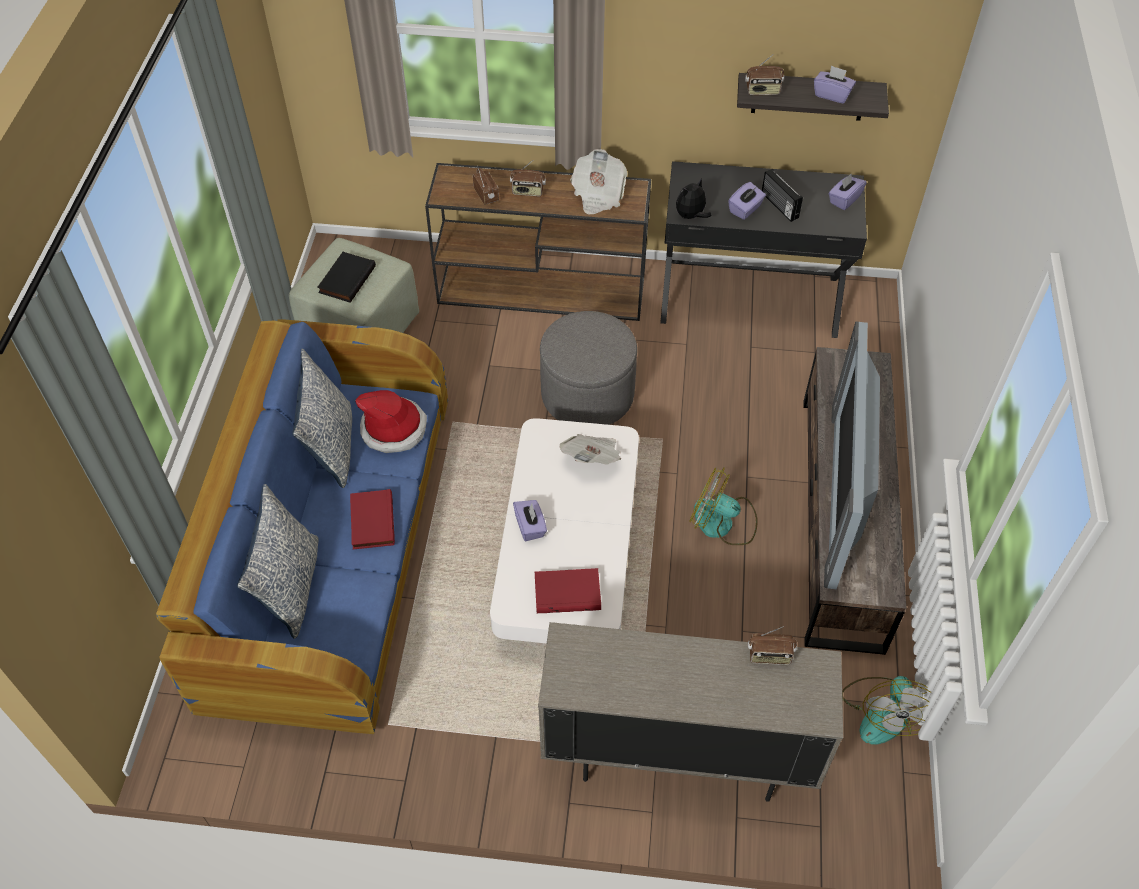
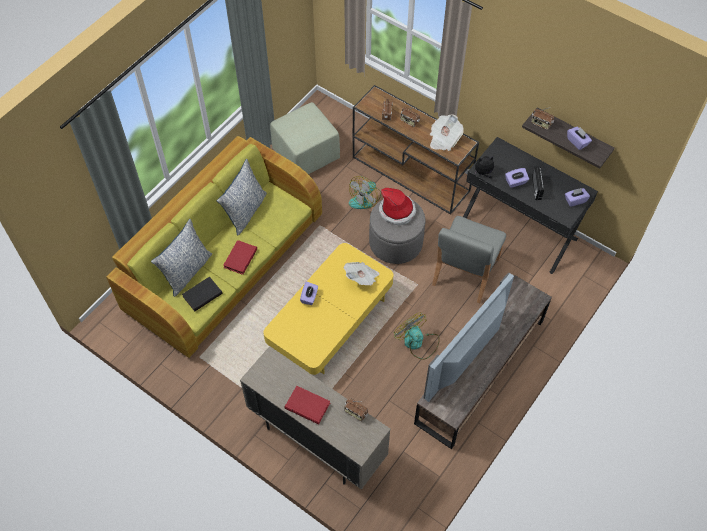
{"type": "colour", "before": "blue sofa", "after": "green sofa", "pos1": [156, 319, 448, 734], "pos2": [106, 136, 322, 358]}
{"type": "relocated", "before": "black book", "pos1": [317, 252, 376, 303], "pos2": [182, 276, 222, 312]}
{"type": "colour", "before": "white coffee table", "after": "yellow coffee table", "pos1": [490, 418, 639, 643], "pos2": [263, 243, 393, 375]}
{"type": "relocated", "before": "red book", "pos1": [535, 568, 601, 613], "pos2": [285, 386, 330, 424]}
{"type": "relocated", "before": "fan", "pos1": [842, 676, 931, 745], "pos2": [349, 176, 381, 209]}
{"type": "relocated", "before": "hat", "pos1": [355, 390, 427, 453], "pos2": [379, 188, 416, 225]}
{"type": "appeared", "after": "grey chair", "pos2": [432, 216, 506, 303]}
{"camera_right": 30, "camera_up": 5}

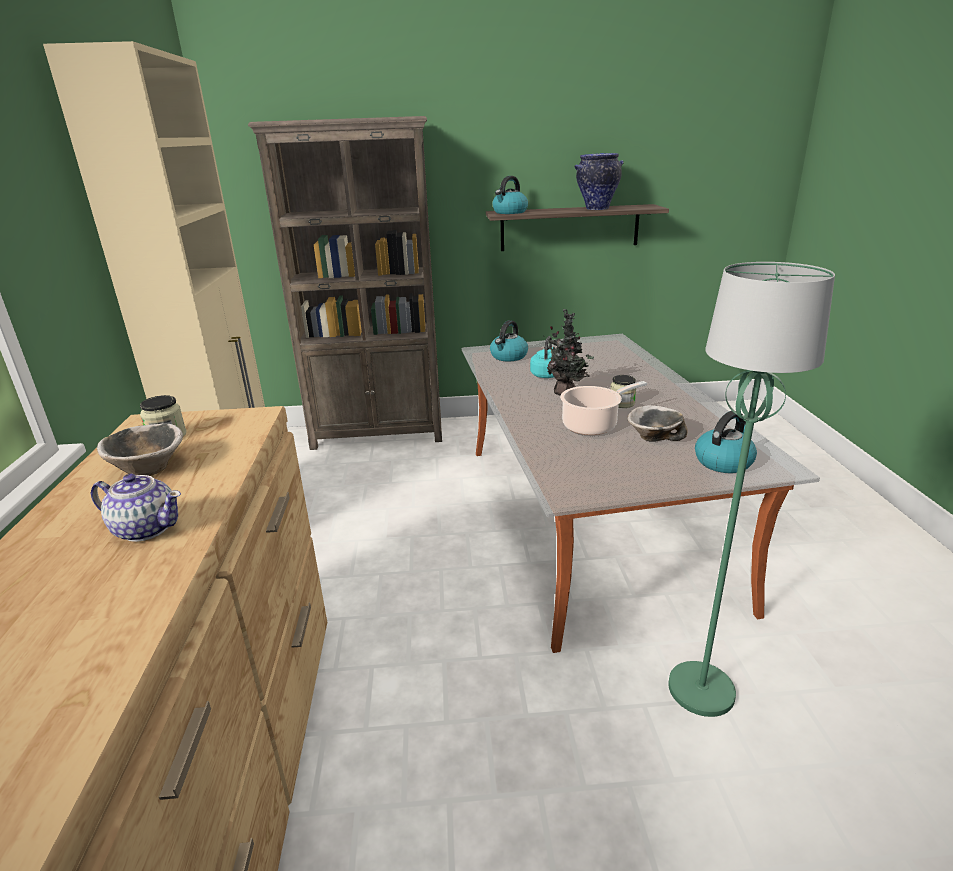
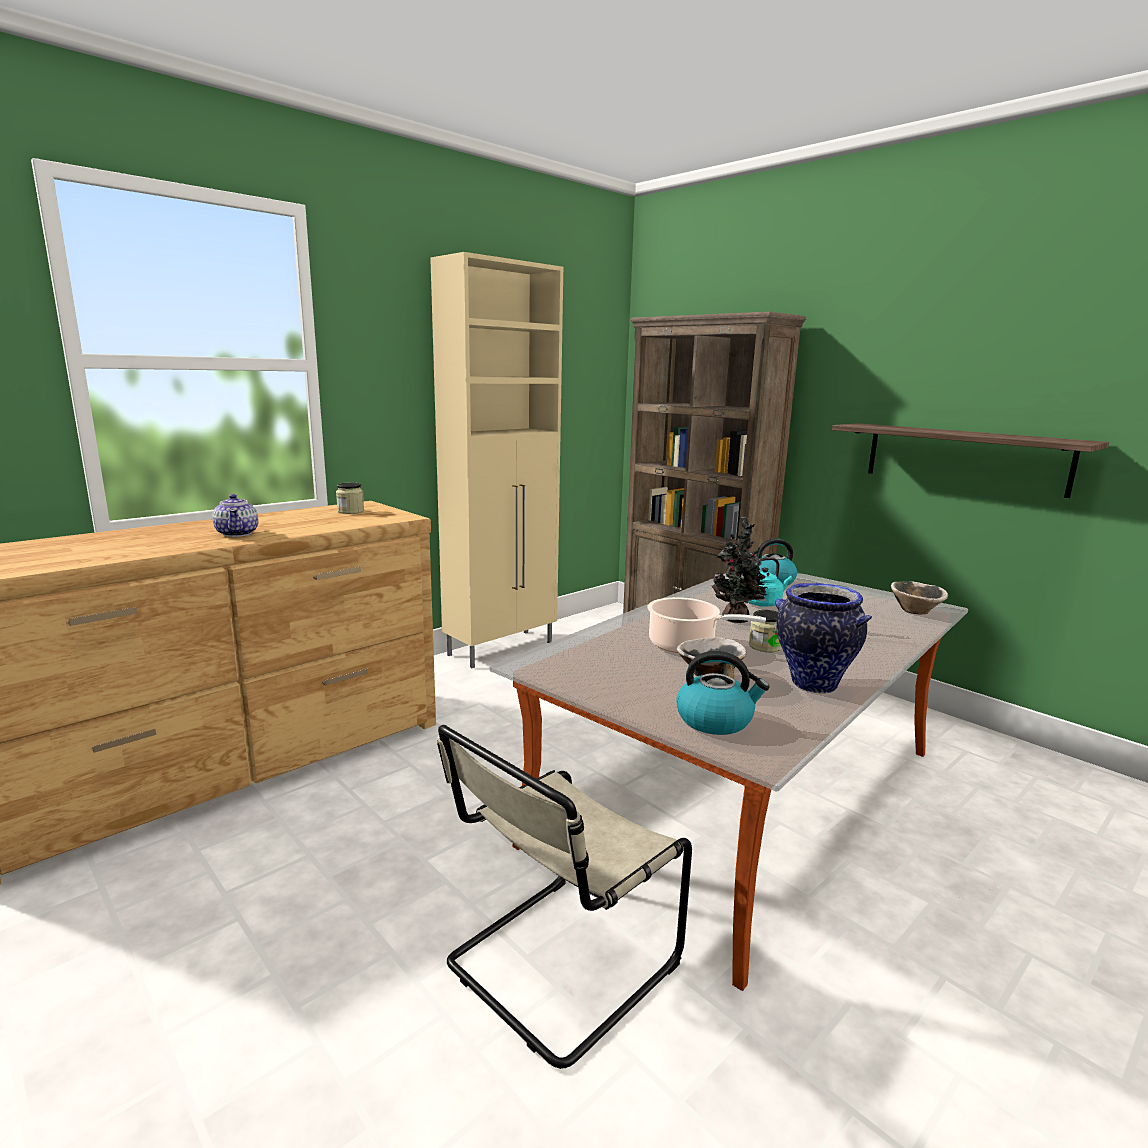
{"type": "exchanged", "before": "green floor lamp", "after": "beige chair", "pos1": [668, 262, 835, 717], "pos2": [437, 725, 692, 1069]}
{"type": "relocated", "before": "vase", "pos1": [574, 153, 624, 210], "pos2": [775, 583, 872, 693]}
{"type": "relocated", "before": "bowl", "pos1": [97, 423, 183, 476], "pos2": [891, 581, 948, 614]}
{"type": "missing", "before": "kettle", "pos1": [492, 176, 528, 214]}
{"camera_right": 50, "camera_up": -10}

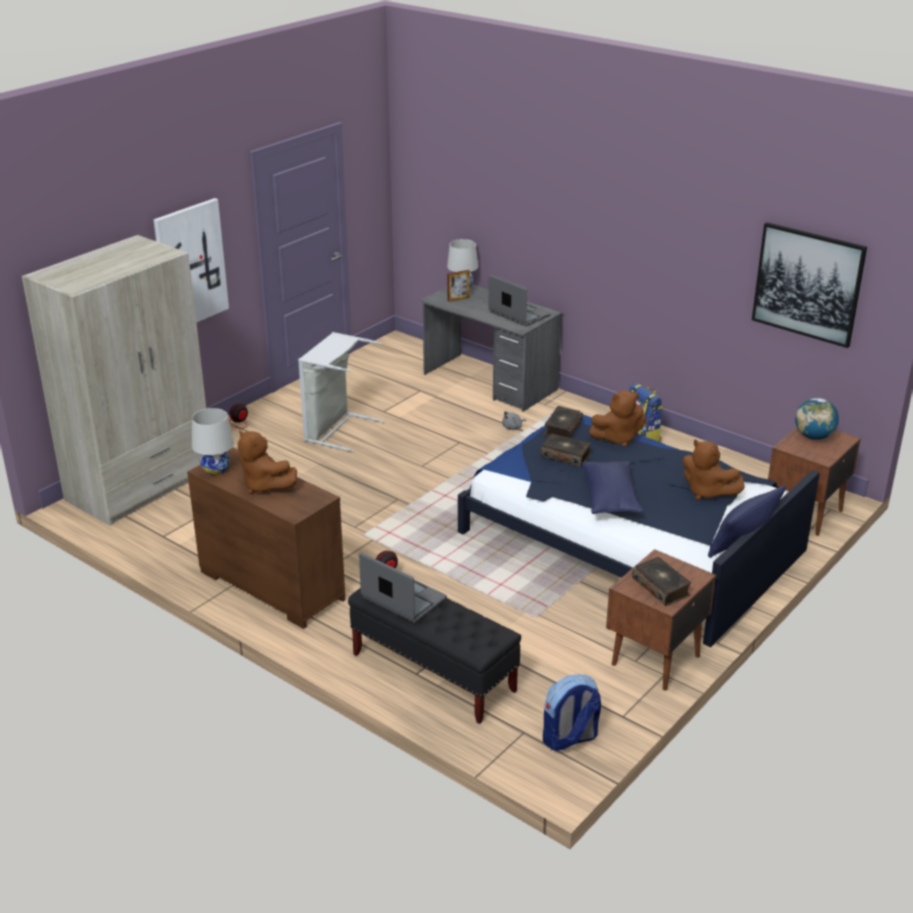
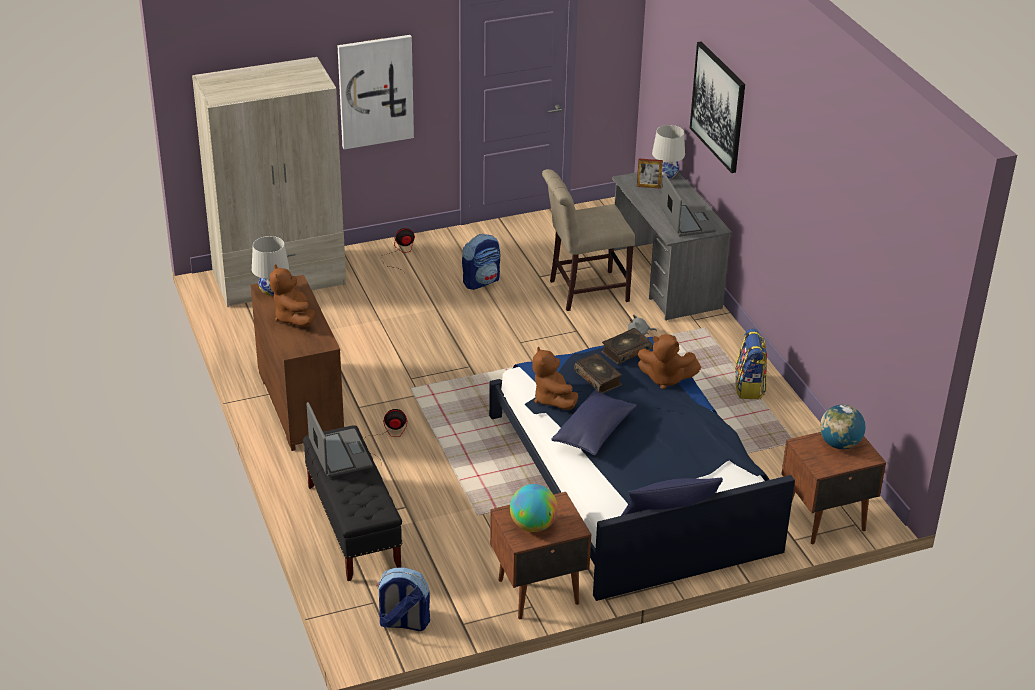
{"type": "exchanged", "before": "grey laundry basket", "after": "backpack", "pos1": [298, 332, 384, 452], "pos2": [462, 234, 500, 290]}
{"type": "exchanged", "before": "book", "after": "globe", "pos1": [632, 557, 691, 606], "pos2": [510, 484, 558, 532]}
{"type": "relocated", "before": "brown plush toy", "pos1": [682, 440, 745, 500], "pos2": [532, 346, 578, 410]}
{"type": "appeared", "after": "beige chair", "pos2": [542, 169, 635, 311]}
{"type": "relocated", "before": "picture", "pos1": [752, 222, 867, 348], "pos2": [690, 41, 745, 173]}
{"camera_right": 30, "camera_up": 5}

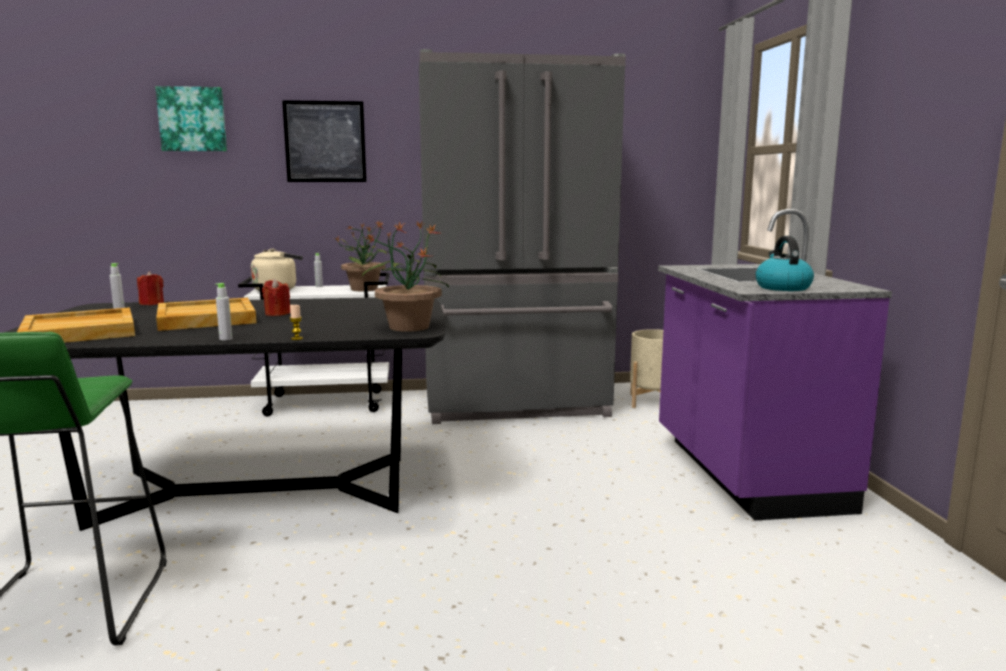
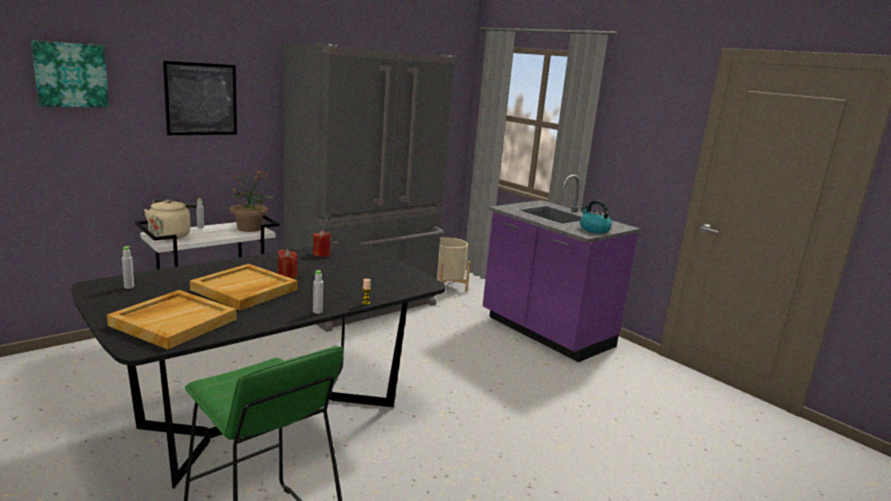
{"type": "relocated", "before": "red candle", "pos1": [137, 271, 164, 305], "pos2": [313, 230, 331, 257]}
{"type": "missing", "before": "potted plant", "pos1": [362, 222, 449, 332]}
{"camera_right": -35, "camera_up": 5}

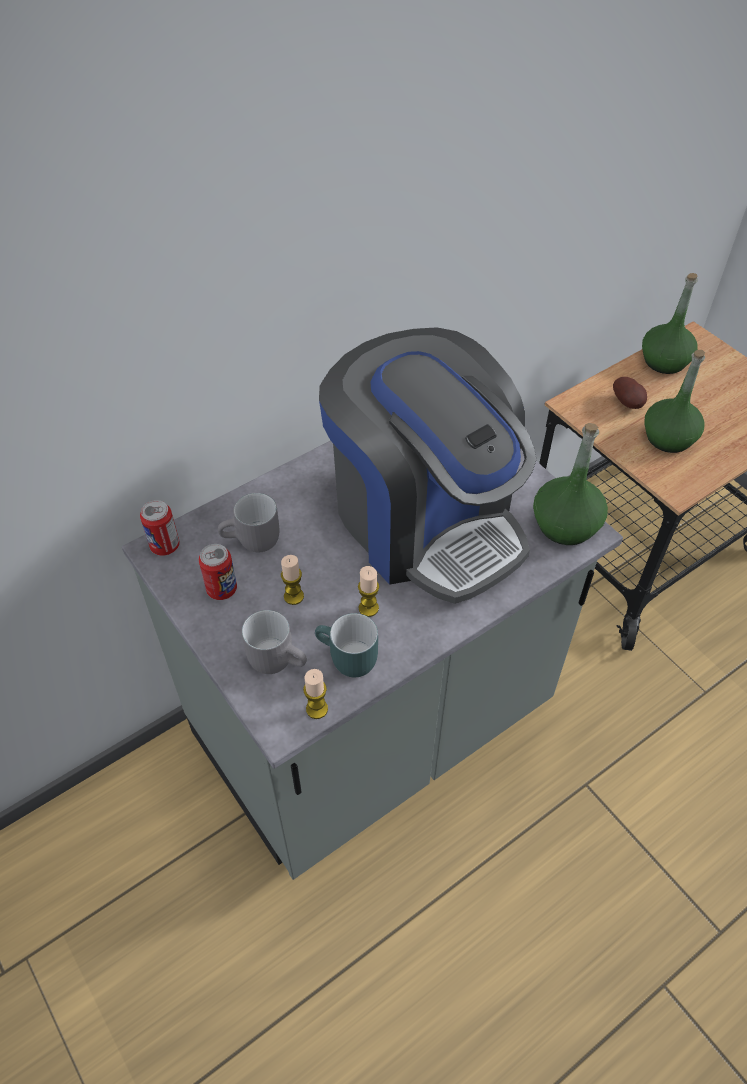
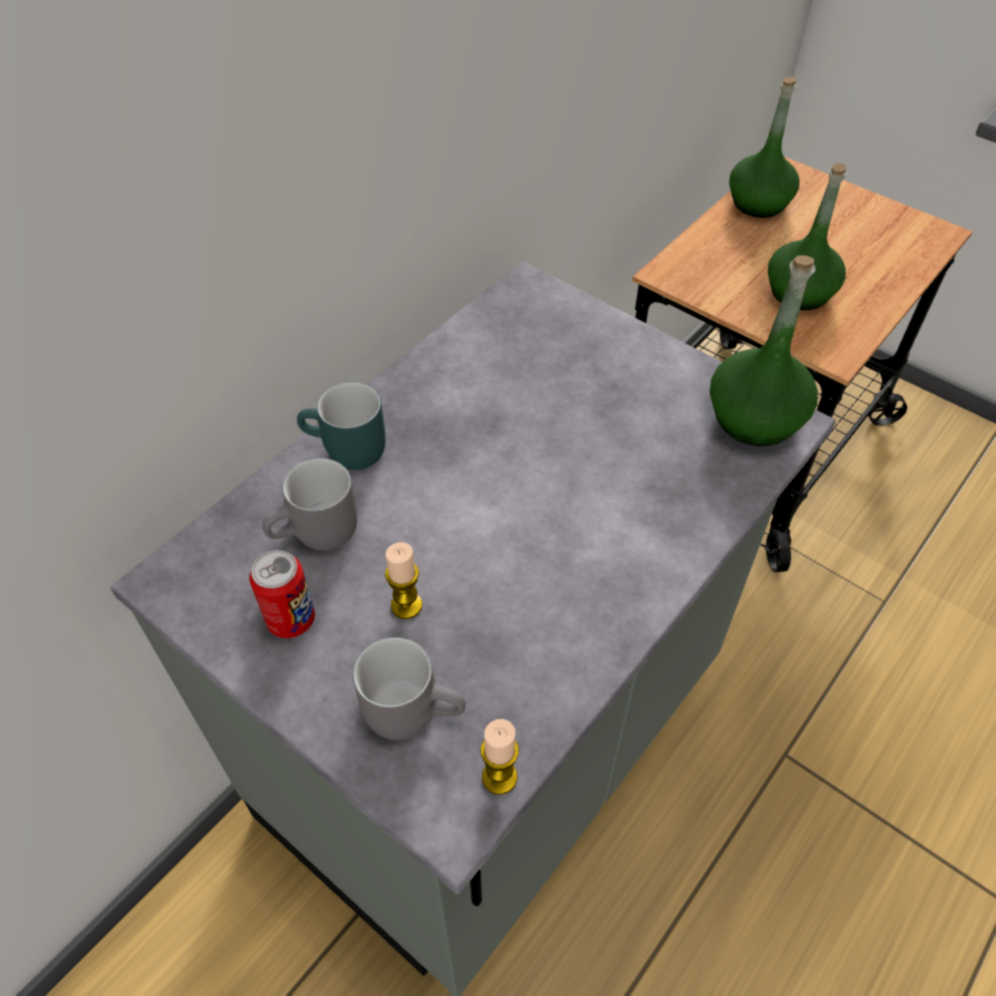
{"type": "relocated", "before": "turquoise mug", "pos1": [315, 613, 378, 678], "pos2": [297, 382, 386, 470]}
{"type": "missing", "before": "can", "pos1": [140, 500, 180, 556]}
{"type": "missing", "before": "coffee machine", "pos1": [319, 327, 537, 604]}
{"type": "missing", "before": "candle", "pos1": [358, 566, 379, 617]}
{"type": "missing", "before": "potato", "pos1": [613, 377, 647, 409]}
{"camera_right": -15, "camera_up": 0}

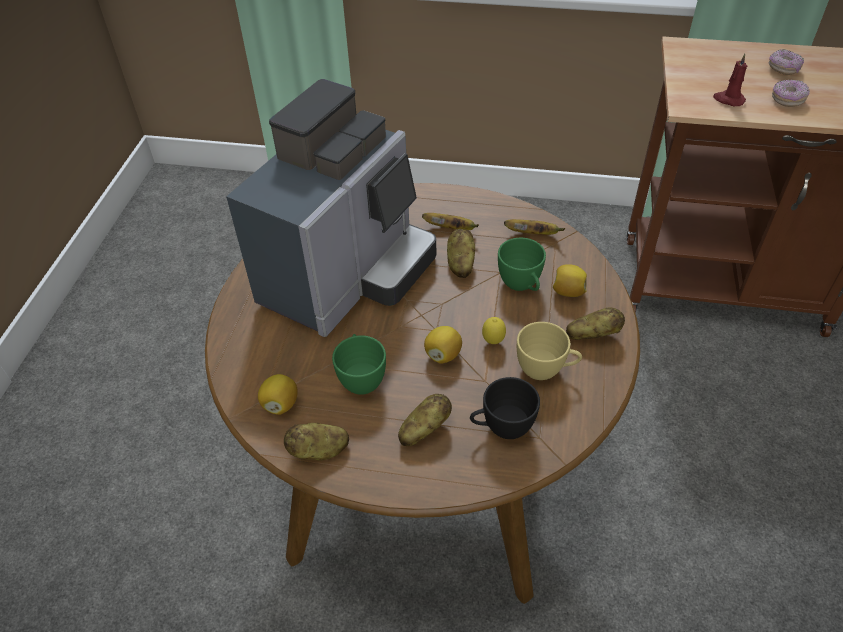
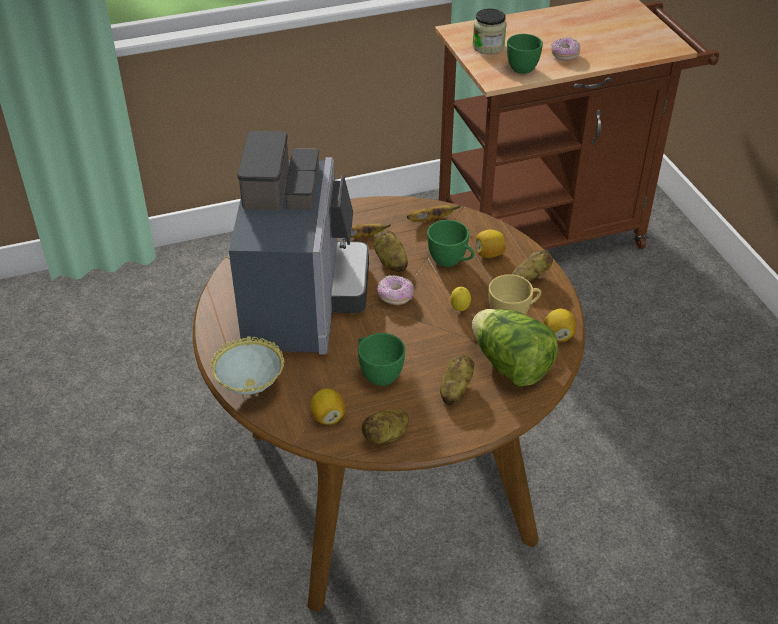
{"type": "appeared", "after": "bowl", "pos2": [210, 336, 284, 394]}
{"type": "relocated", "before": "donut", "pos1": [769, 49, 804, 75], "pos2": [377, 275, 414, 305]}
{"type": "appeared", "after": "jar", "pos2": [472, 9, 507, 54]}
{"type": "exchanged", "before": "black cup", "after": "lettuce", "pos1": [470, 377, 540, 439], "pos2": [472, 309, 558, 387]}
{"type": "exchanged", "before": "red candle", "after": "green cup", "pos1": [713, 54, 747, 106], "pos2": [507, 34, 543, 74]}
{"type": "relocated", "before": "lemon", "pos1": [424, 326, 462, 364], "pos2": [544, 309, 577, 342]}
{"camera_right": -30, "camera_up": -5}

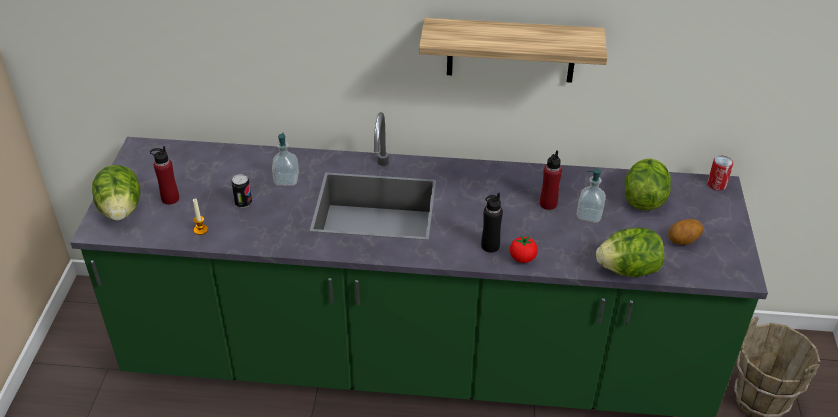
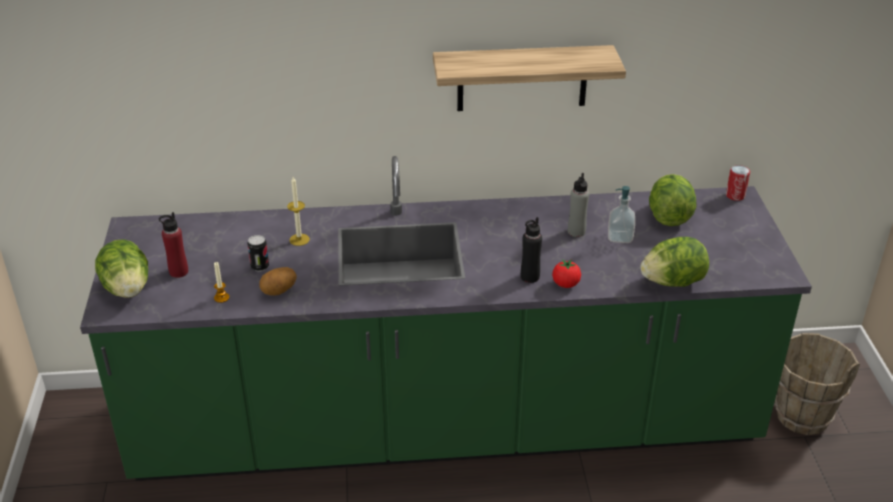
{"type": "relocated", "before": "potato", "pos1": [668, 219, 703, 245], "pos2": [259, 267, 297, 296]}
{"type": "exchanged", "before": "soap dispenser", "after": "candle", "pos1": [272, 132, 299, 186], "pos2": [287, 177, 310, 246]}
{"type": "colour", "before": "red bottle", "after": "grey bottle", "pos1": [540, 150, 562, 210], "pos2": [568, 173, 589, 237]}
{"camera_right": -10, "camera_up": -5}

